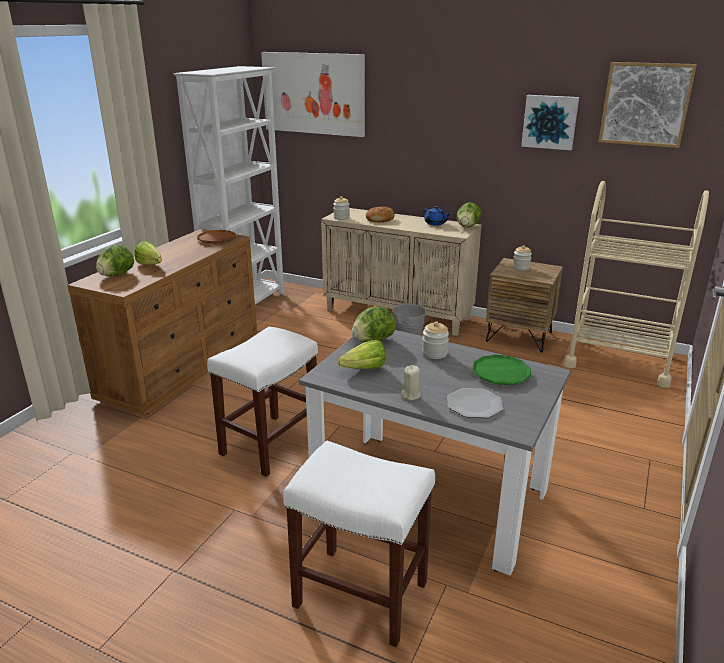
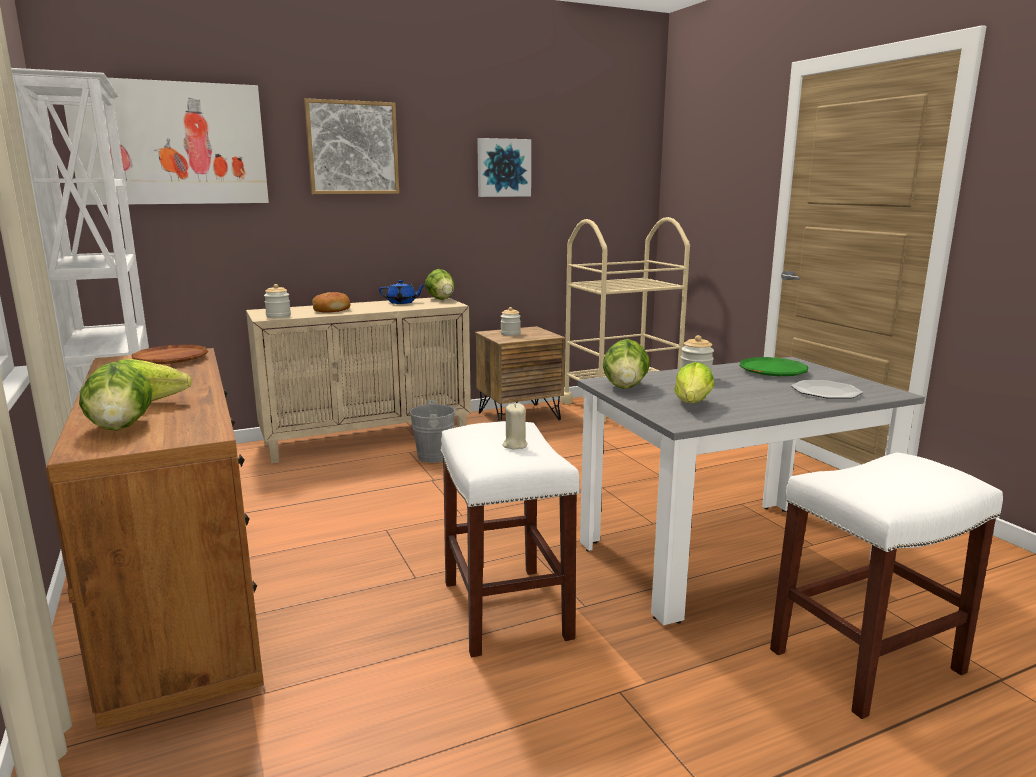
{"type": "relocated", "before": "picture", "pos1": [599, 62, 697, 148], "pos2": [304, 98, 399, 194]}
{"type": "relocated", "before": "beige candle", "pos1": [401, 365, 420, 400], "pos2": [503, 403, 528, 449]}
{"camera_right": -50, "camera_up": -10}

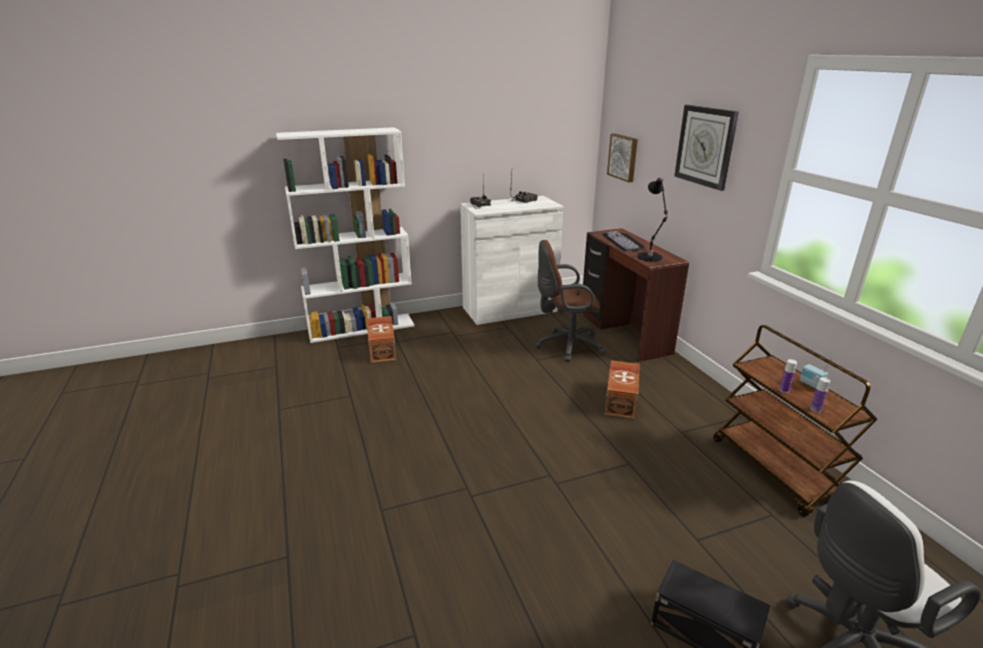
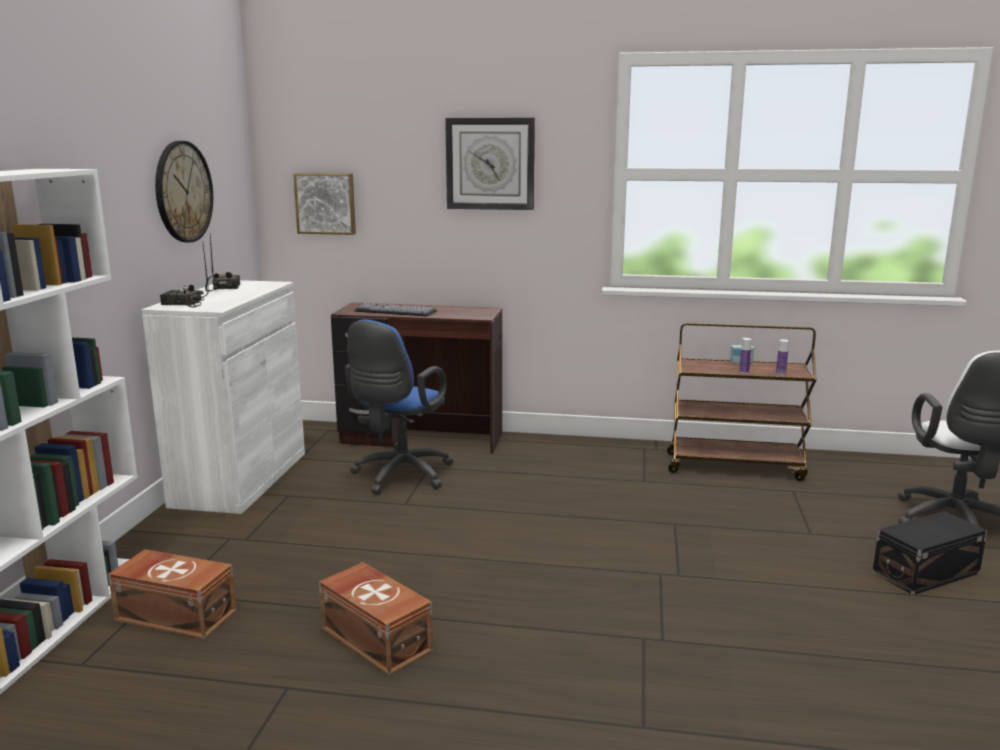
{"type": "appeared", "after": "wall clock", "pos2": [155, 141, 213, 243]}
{"type": "relocated", "before": "brown storage box", "pos1": [604, 360, 640, 419], "pos2": [319, 562, 433, 676]}
{"type": "colour", "before": "brown office chair", "after": "blue office chair", "pos1": [535, 240, 606, 362], "pos2": [345, 319, 453, 494]}
{"type": "missing", "before": "black table lamp", "pos1": [637, 178, 669, 262]}
{"camera_right": -60, "camera_up": -10}

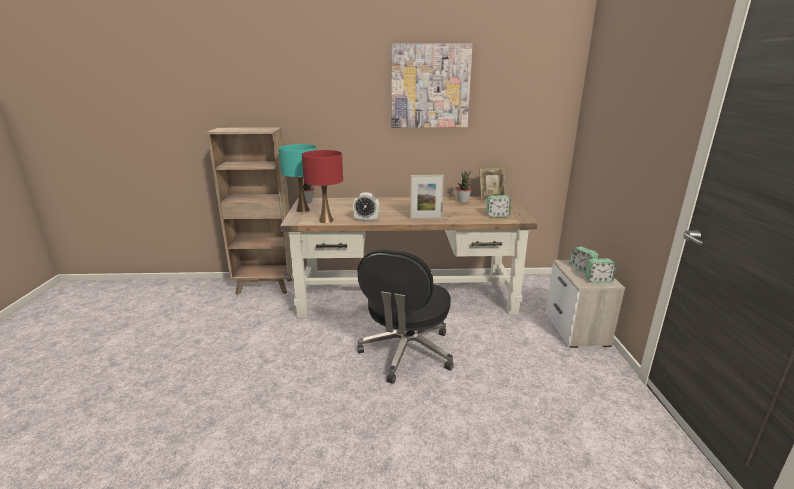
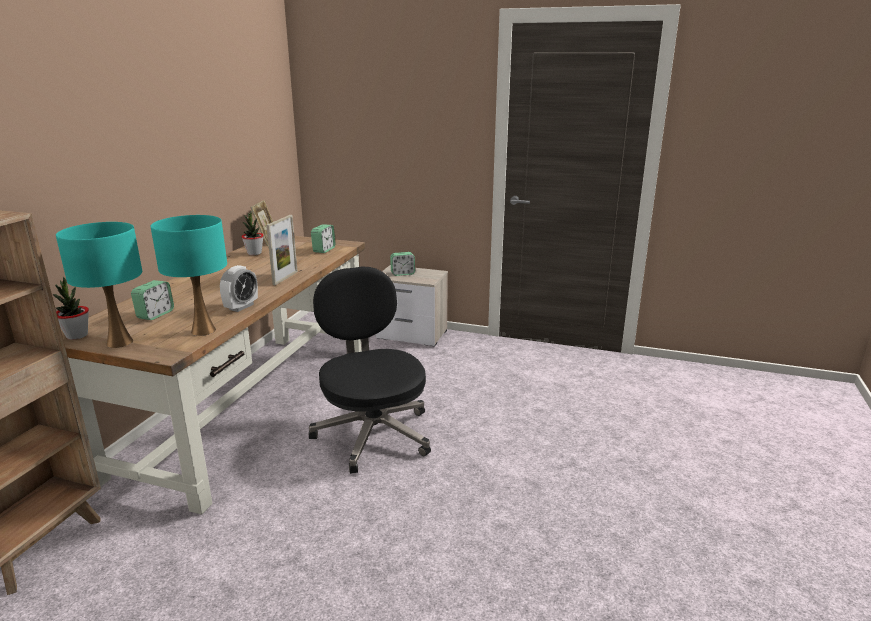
{"type": "relocated", "before": "alarm clock", "pos1": [585, 258, 616, 283], "pos2": [131, 280, 174, 320]}
{"type": "colour", "before": "red table lamp", "after": "turquoise table lamp", "pos1": [302, 150, 343, 223], "pos2": [151, 215, 227, 336]}
{"type": "spun", "before": "black office chair", "pos1": [357, 249, 454, 384], "pos2": [309, 267, 431, 474], "turn": -150}
{"type": "missing", "before": "picture", "pos1": [391, 43, 472, 128]}
{"camera_right": -70, "camera_up": 0}

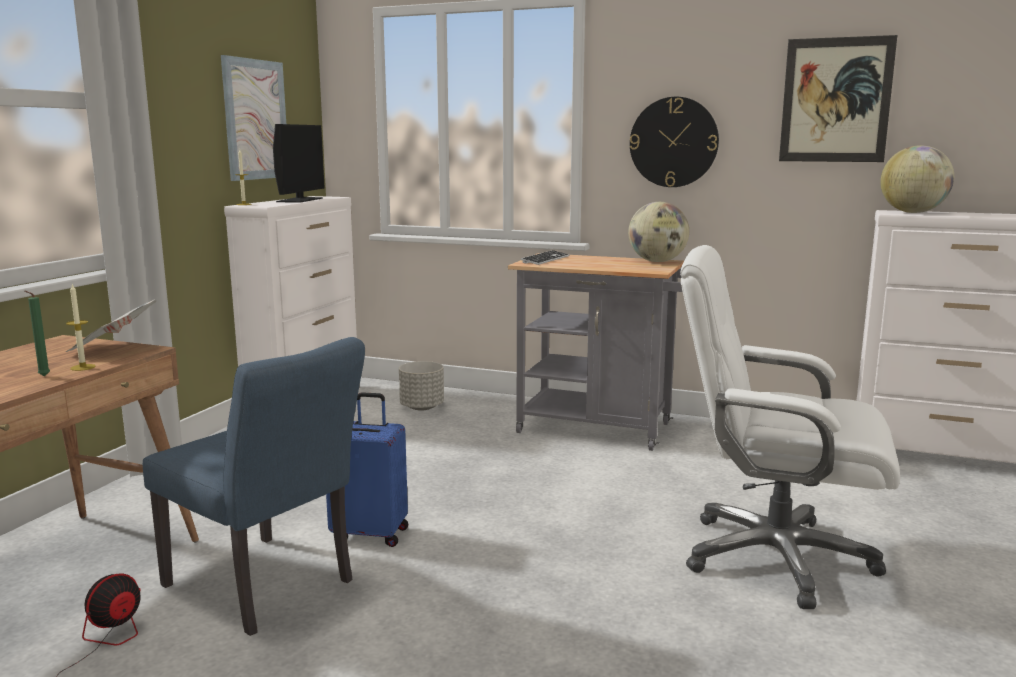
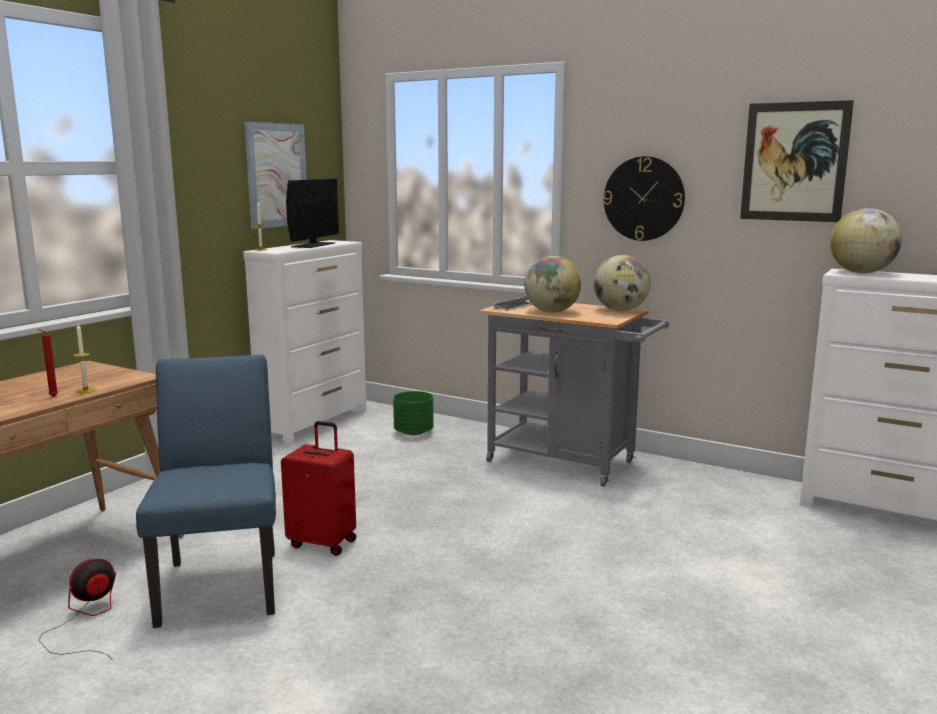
{"type": "colour", "before": "green candle", "after": "red candle", "pos1": [25, 291, 50, 376], "pos2": [38, 329, 58, 397]}
{"type": "spun", "before": "blue chair", "pos1": [143, 337, 365, 636], "pos2": [136, 355, 276, 628], "turn": -150}
{"type": "colour", "before": "blue suitcase", "after": "red suitcase", "pos1": [326, 392, 408, 547], "pos2": [281, 421, 356, 556]}
{"type": "colour", "before": "grey planter", "after": "green planter", "pos1": [399, 361, 444, 410], "pos2": [393, 391, 434, 436]}
{"type": "appeared", "after": "globe", "pos2": [524, 256, 581, 313]}
{"type": "missing", "before": "newspaper", "pos1": [66, 299, 156, 352]}
{"type": "missing", "before": "white office chair", "pos1": [680, 245, 900, 609]}
{"camera_right": 10, "camera_up": 0}

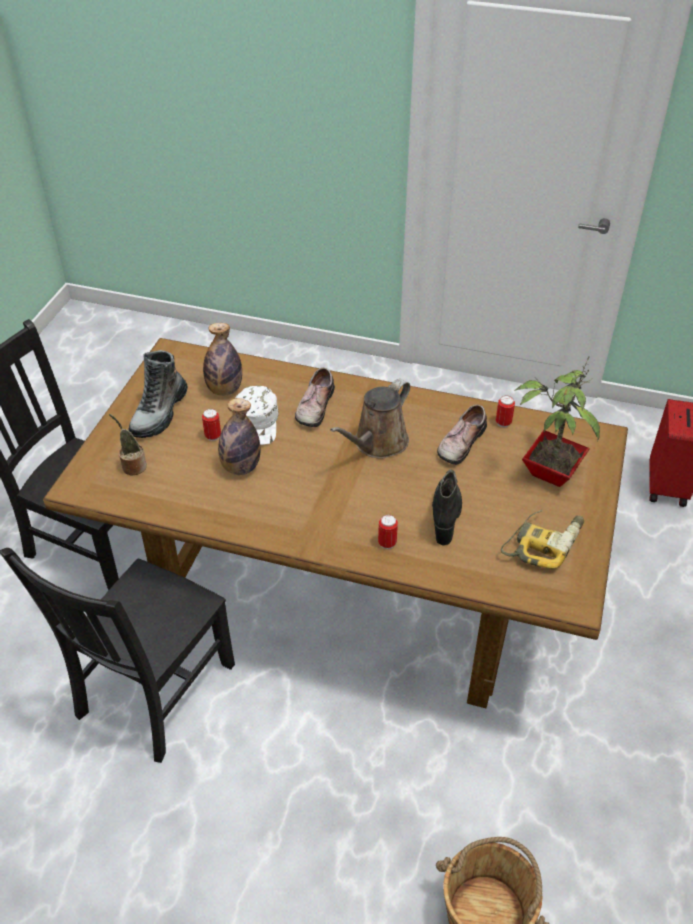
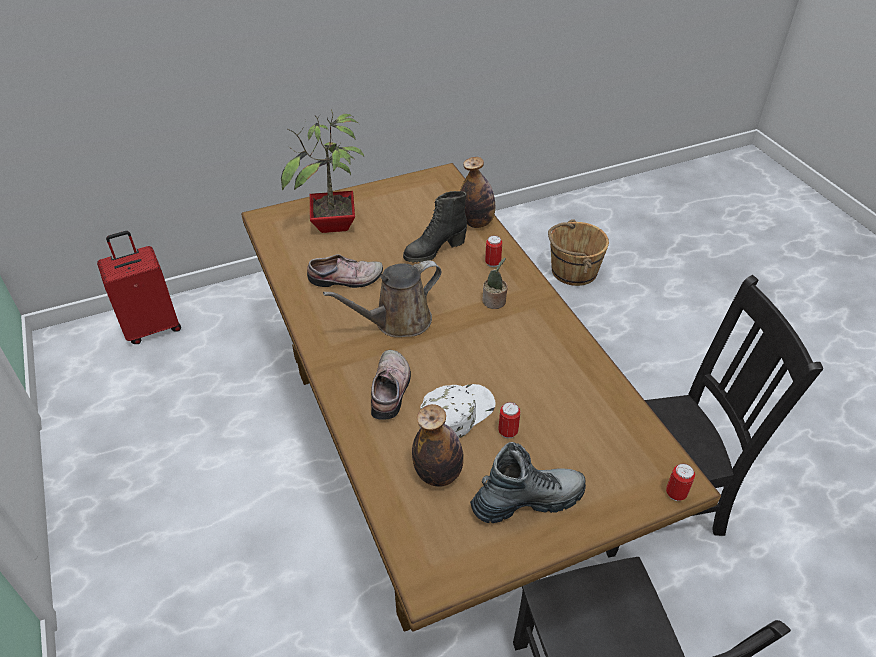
{"type": "spun", "before": "brown watering can", "pos1": [330, 379, 410, 459], "pos2": [323, 260, 441, 337], "turn": 150}
{"type": "spun", "before": "shoe", "pos1": [295, 368, 335, 427], "pos2": [371, 350, 411, 420], "turn": -60}
{"type": "relocated", "before": "bottle", "pos1": [218, 398, 260, 475], "pos2": [460, 157, 495, 228]}
{"type": "relocated", "before": "potted plant", "pos1": [109, 414, 147, 475], "pos2": [482, 258, 508, 309]}
{"type": "relocated", "before": "can", "pos1": [496, 395, 515, 427], "pos2": [666, 463, 695, 501]}
{"type": "missing", "before": "power drill", "pos1": [501, 510, 584, 569]}
{"camera_right": -130, "camera_up": 0}

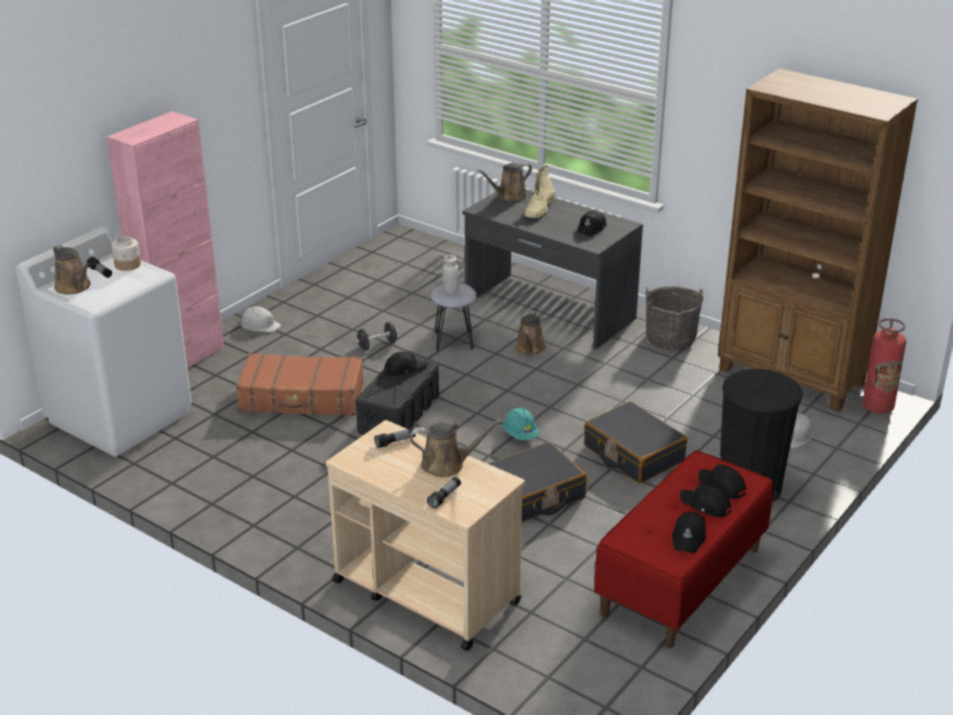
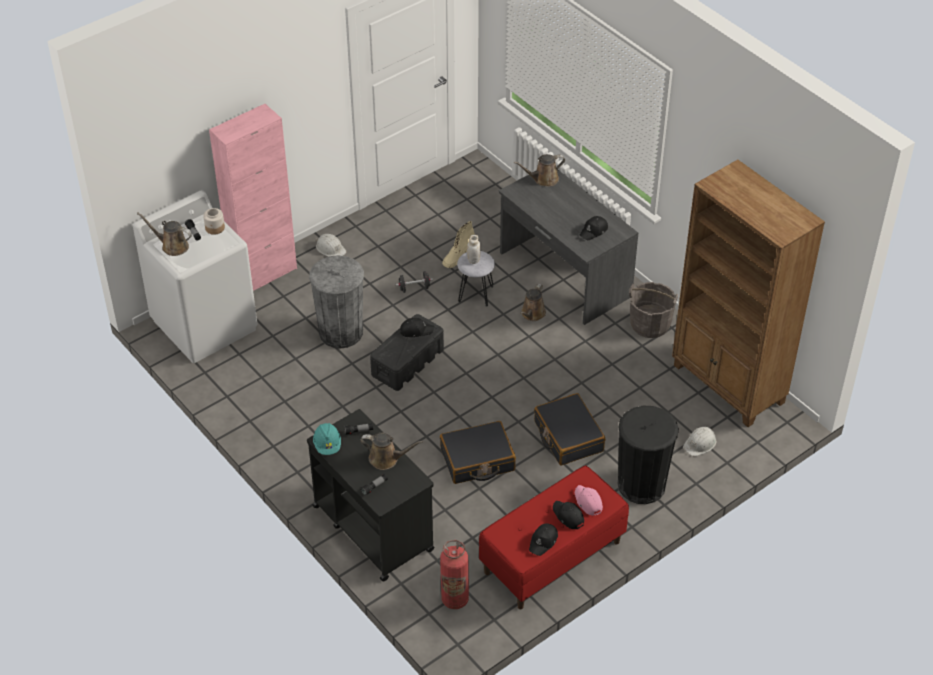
{"type": "spun", "before": "brown watering can", "pos1": [53, 245, 91, 295], "pos2": [137, 213, 192, 256], "turn": 135}
{"type": "colour", "before": "beige cart", "after": "black cart", "pos1": [326, 420, 525, 651], "pos2": [307, 409, 435, 581]}
{"type": "exchanged", "before": "brown suitcase", "after": "grey trash can", "pos1": [236, 353, 364, 416], "pos2": [309, 255, 364, 349]}
{"type": "relocated", "before": "turquoise hard hat", "pos1": [503, 407, 539, 440], "pos2": [313, 423, 341, 455]}
{"type": "relocated", "before": "fire extinguisher", "pos1": [863, 318, 907, 414], "pos2": [440, 540, 469, 609]}
{"type": "relocated", "before": "beige boot", "pos1": [524, 165, 555, 218], "pos2": [442, 221, 475, 268]}
{"type": "colour", "before": "black cap", "after": "pink cap", "pos1": [699, 464, 746, 499], "pos2": [575, 485, 603, 516]}
{"camera_right": 15, "camera_up": 15}

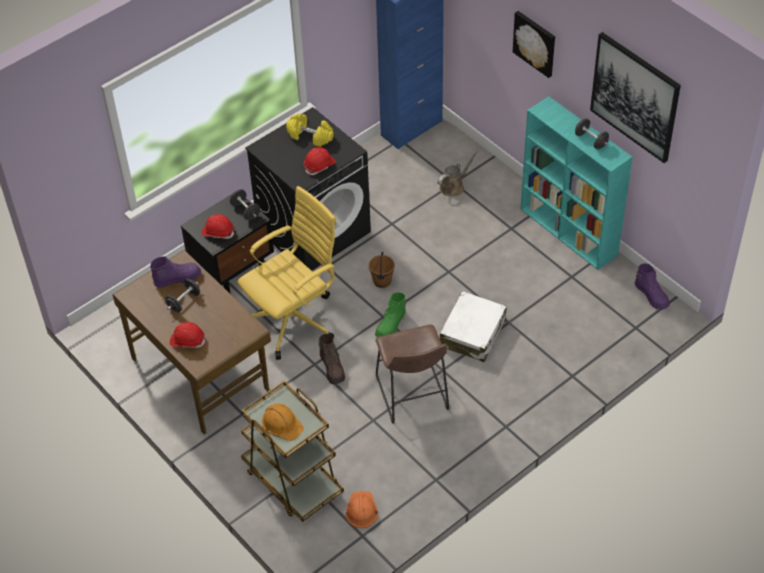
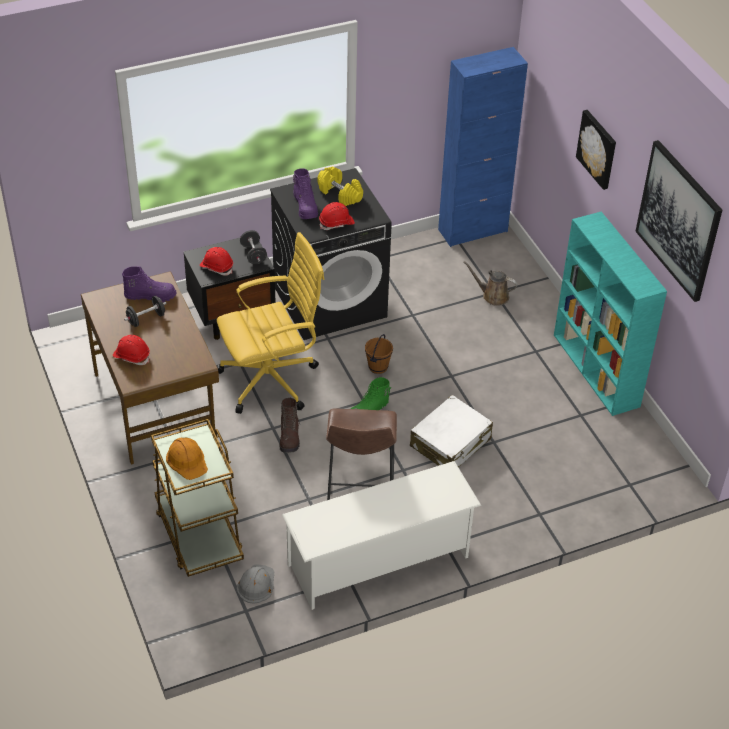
{"type": "colour", "before": "orange hard hat", "after": "grey hard hat", "pos1": [346, 491, 378, 528], "pos2": [237, 564, 274, 604]}
{"type": "appeared", "after": "white shoe rack", "pos2": [282, 461, 481, 610]}
{"type": "relocated", "before": "purple boot", "pos1": [635, 263, 669, 310], "pos2": [293, 168, 318, 219]}
{"type": "spun", "before": "brown watering can", "pos1": [437, 150, 479, 196], "pos2": [463, 261, 518, 306], "turn": -135}
{"type": "missing", "before": "black dumbbell", "pos1": [575, 118, 609, 150]}
{"camera_right": 15, "camera_up": -5}

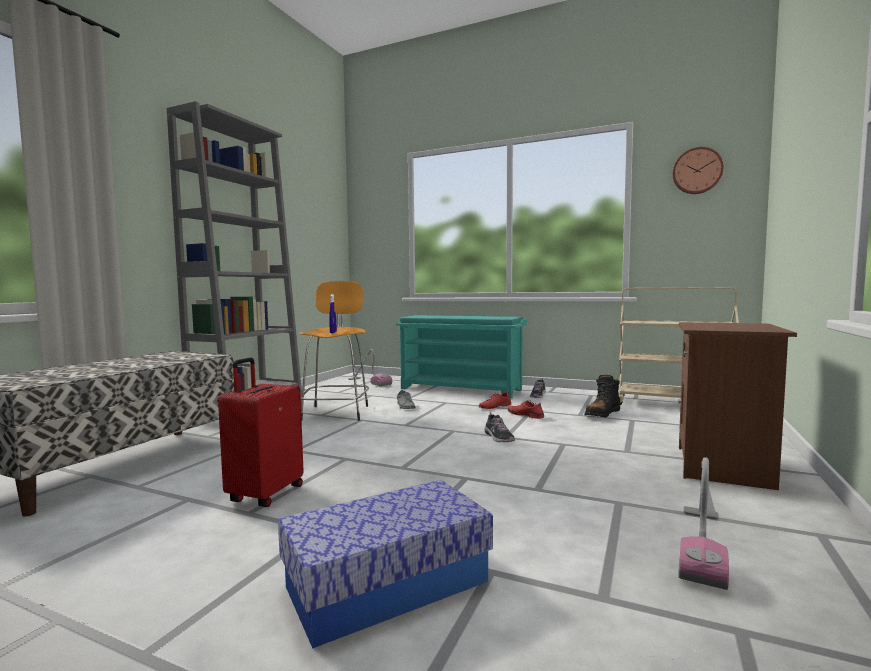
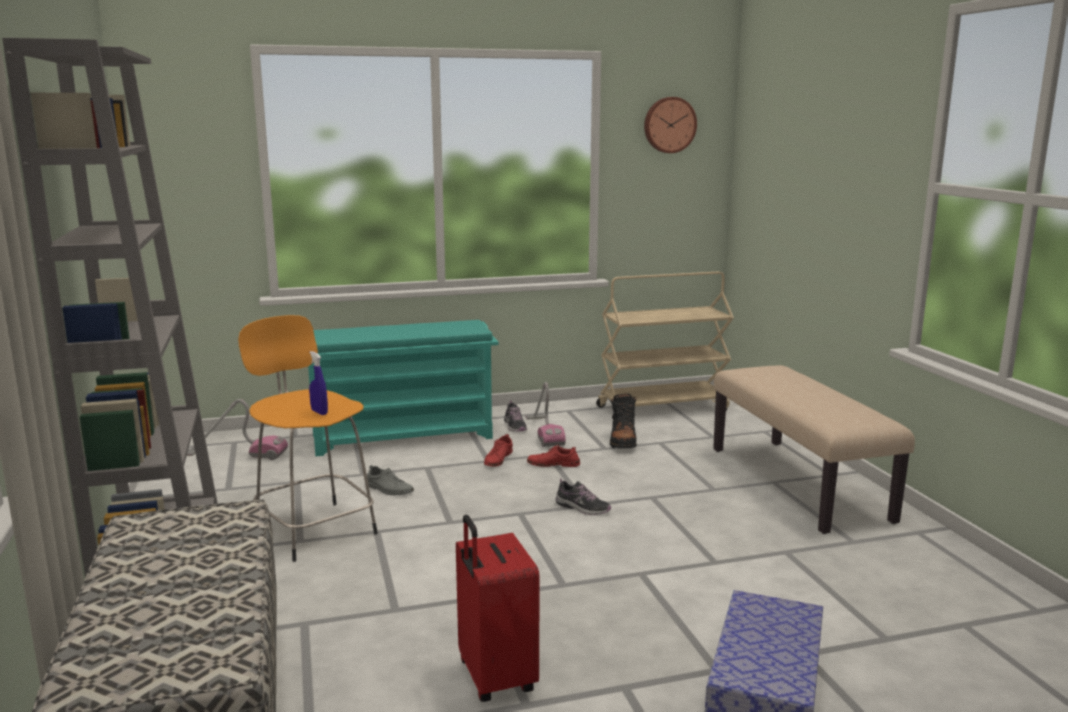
{"type": "relocated", "before": "vacuum cleaner", "pos1": [678, 457, 729, 590], "pos2": [525, 382, 566, 447]}
{"type": "exchanged", "before": "brown nightstand", "after": "beige bench", "pos1": [679, 322, 797, 490], "pos2": [713, 365, 915, 534]}
{"camera_right": -40, "camera_up": 10}

